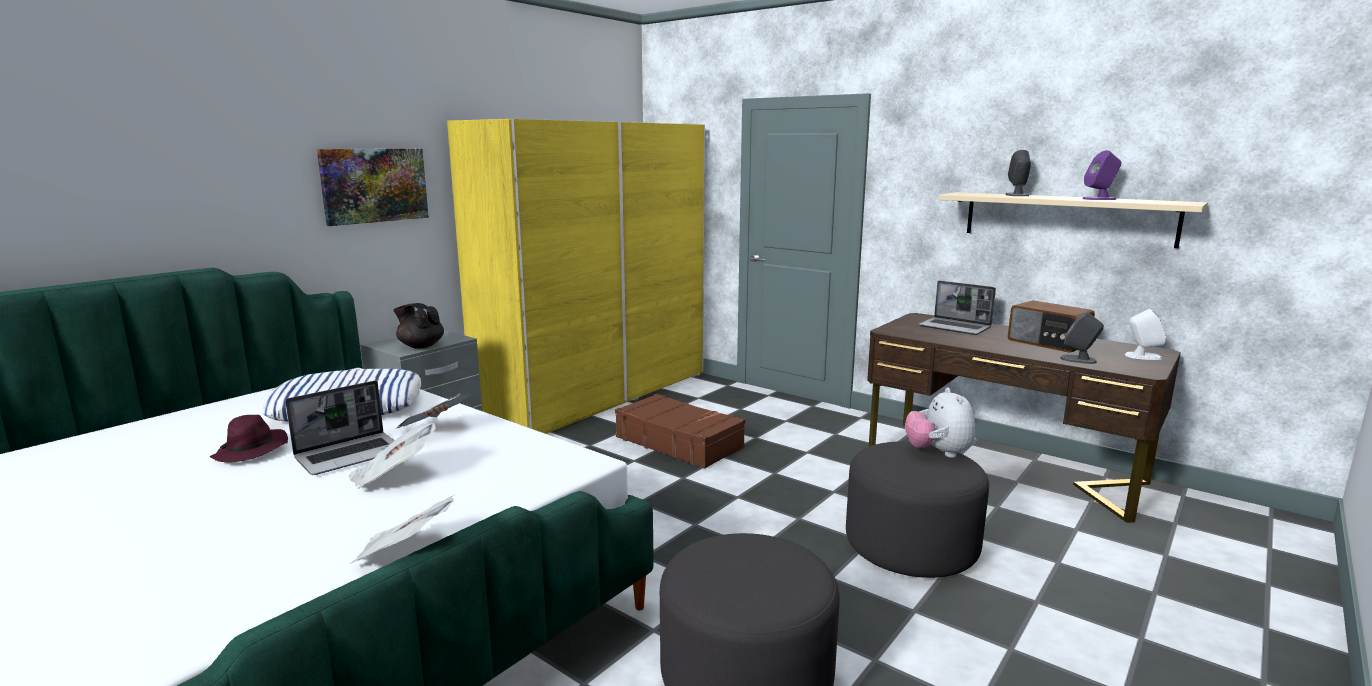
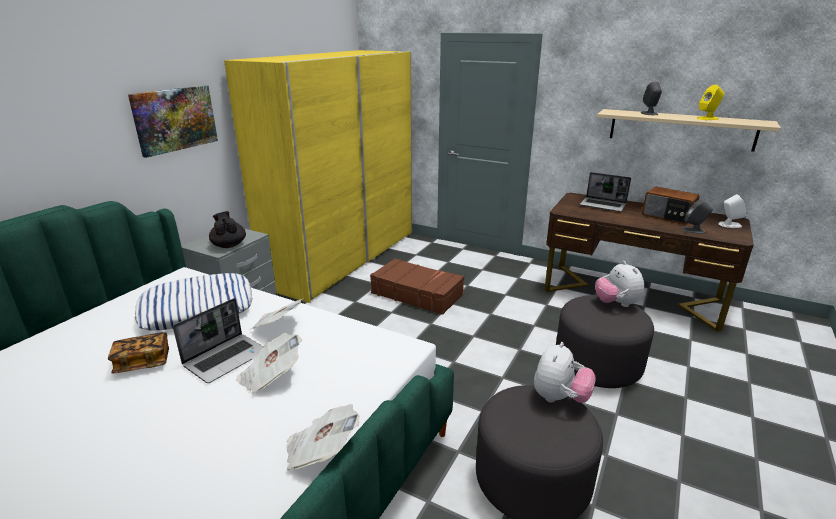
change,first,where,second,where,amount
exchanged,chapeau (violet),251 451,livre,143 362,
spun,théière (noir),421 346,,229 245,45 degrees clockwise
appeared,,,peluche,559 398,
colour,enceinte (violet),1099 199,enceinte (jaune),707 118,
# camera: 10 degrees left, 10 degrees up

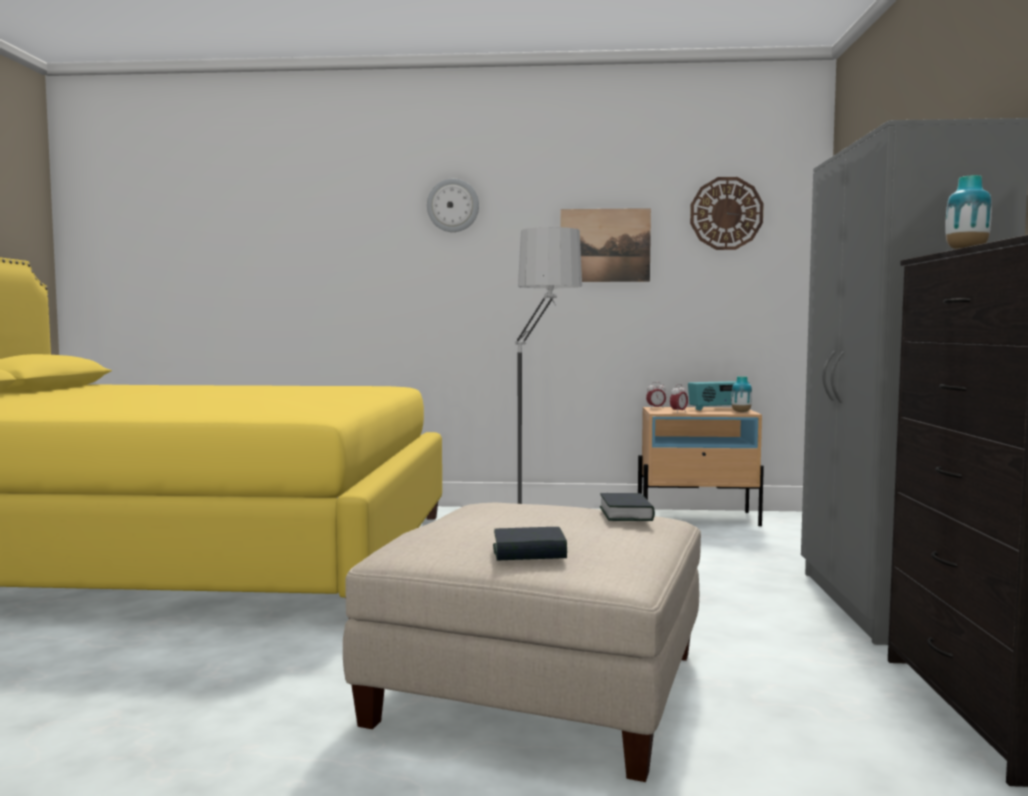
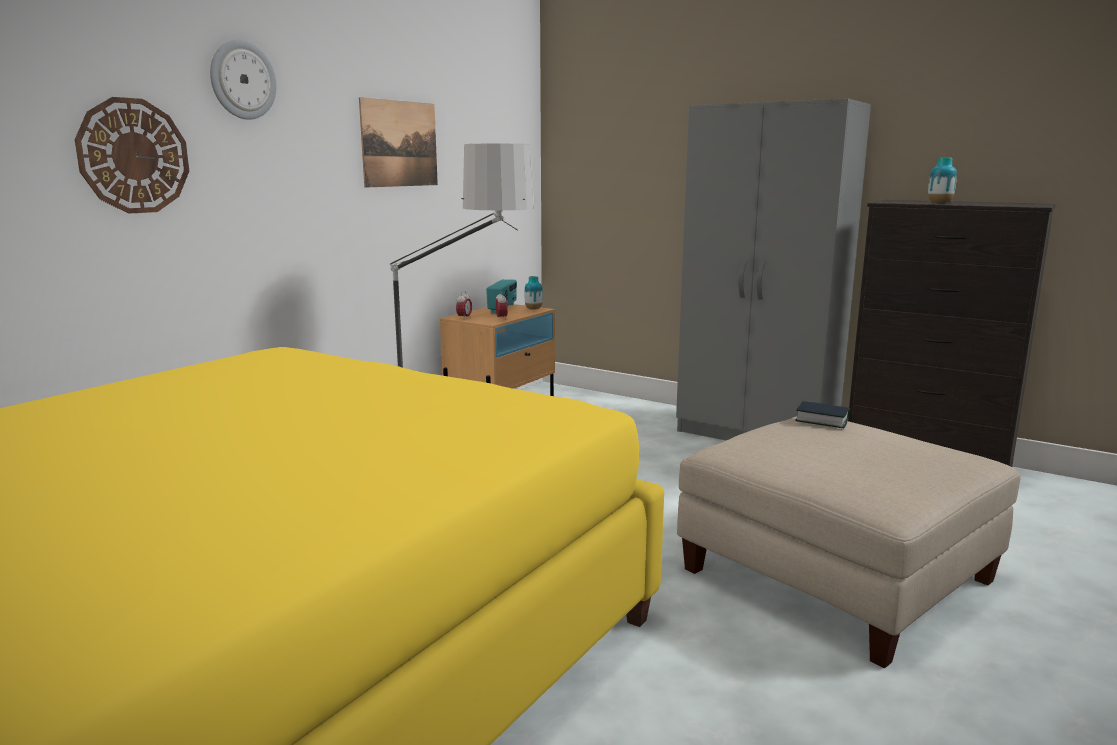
change,first,where,second,where,amount
relocated,horloge murale,726 213,,134 156,
missing,livre,529 552,,,
# camera: 60 degrees left, 10 degrees up

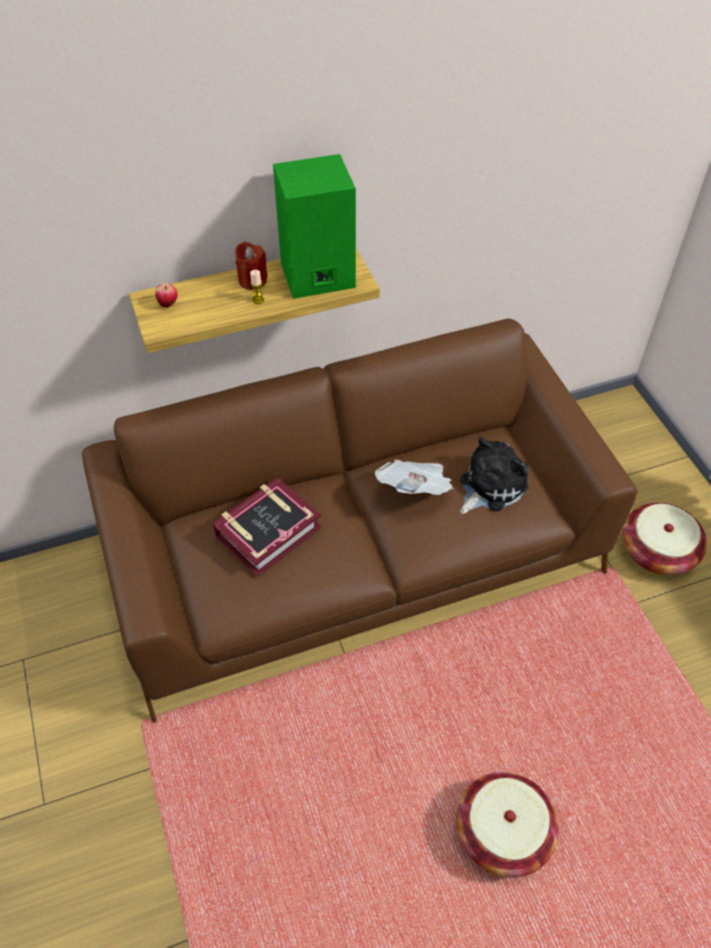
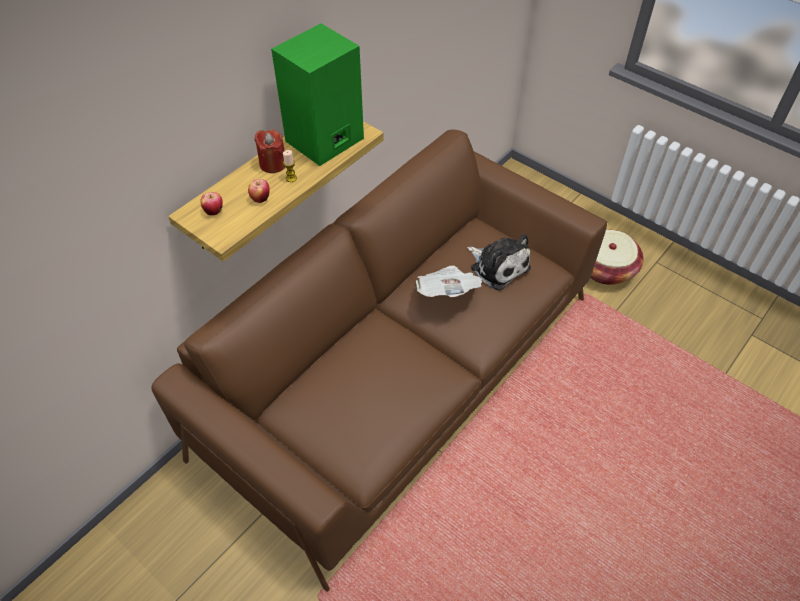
change,first,where,second,where,amount
appeared,,,pomme,260 199,
spun,peluche,489 486,,498 266,120 degrees clockwise
missing,livre,267 531,,,
missing,panier,502 833,,,
# camera: 30 degrees left, 0 degrees up

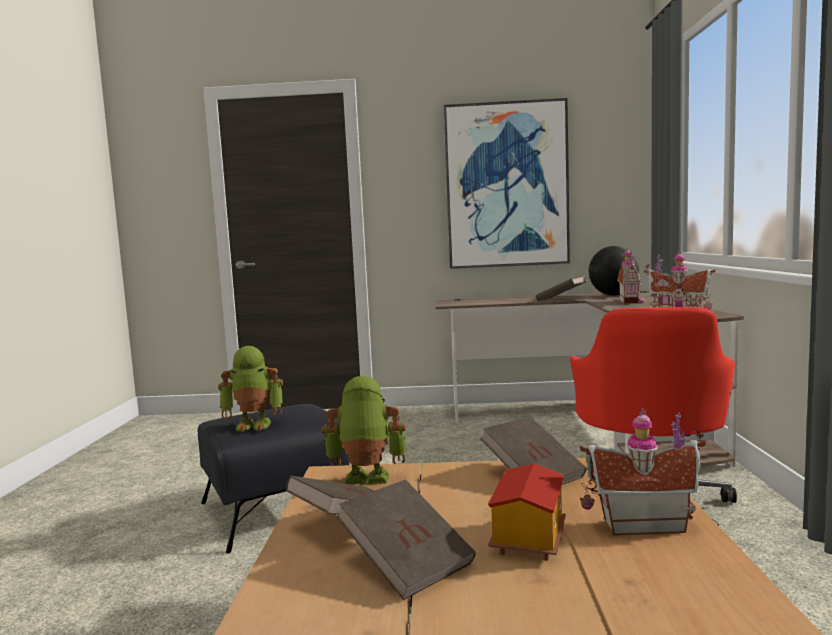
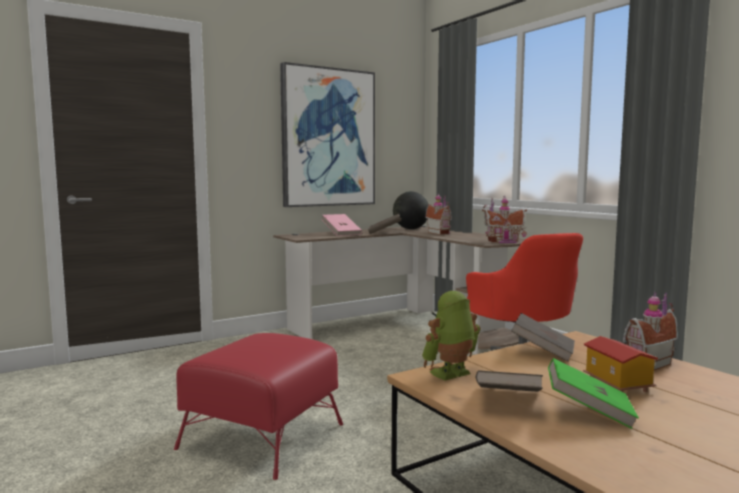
change,first,where,second,where,amount
colour,pouf (noir),277 509,pouf (rouge),263 435,
appeared,,,livre (rose),341 234,
colour,livre (marron),407 562,livre (vert),588 411,
missing,robot jouet,254 424,,,
# camera: 35 degrees left, 0 degrees up

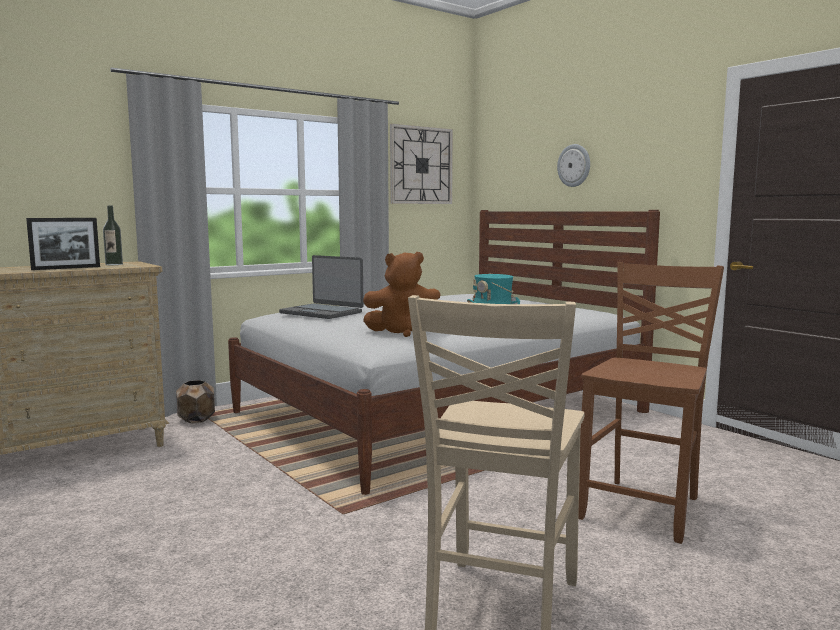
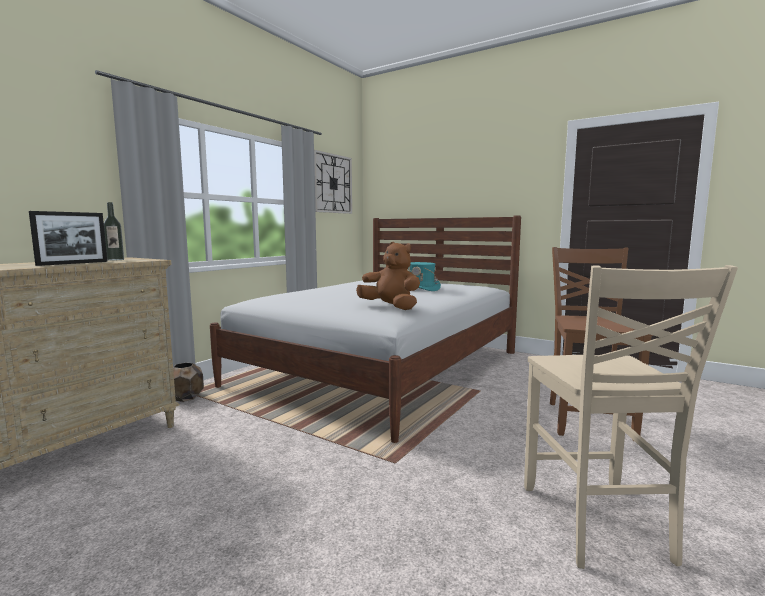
change,first,where,second,where,amount
spun,peluche (marron),404 332,,391 307,120 degrees counterclockwise
missing,ordinateur portable,322 312,,,
missing,horloge murale,574 165,,,
# camera: 20 degrees left, 0 degrees up

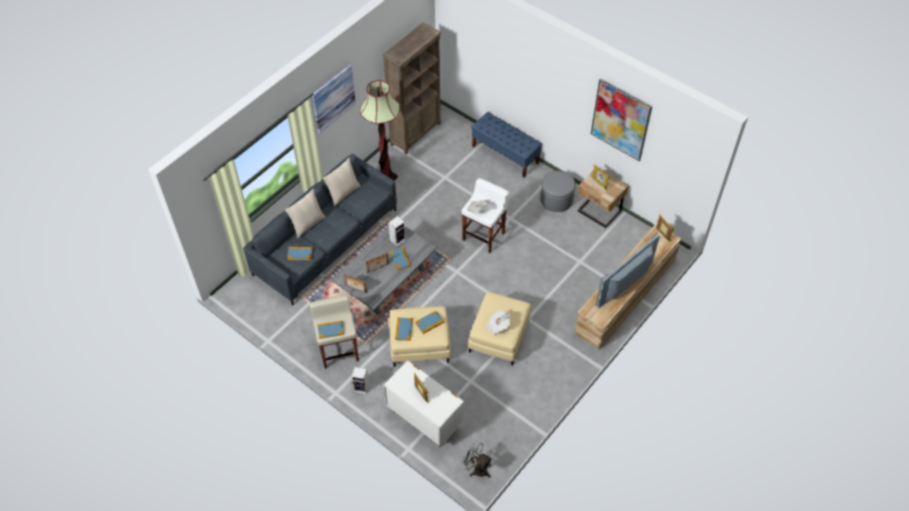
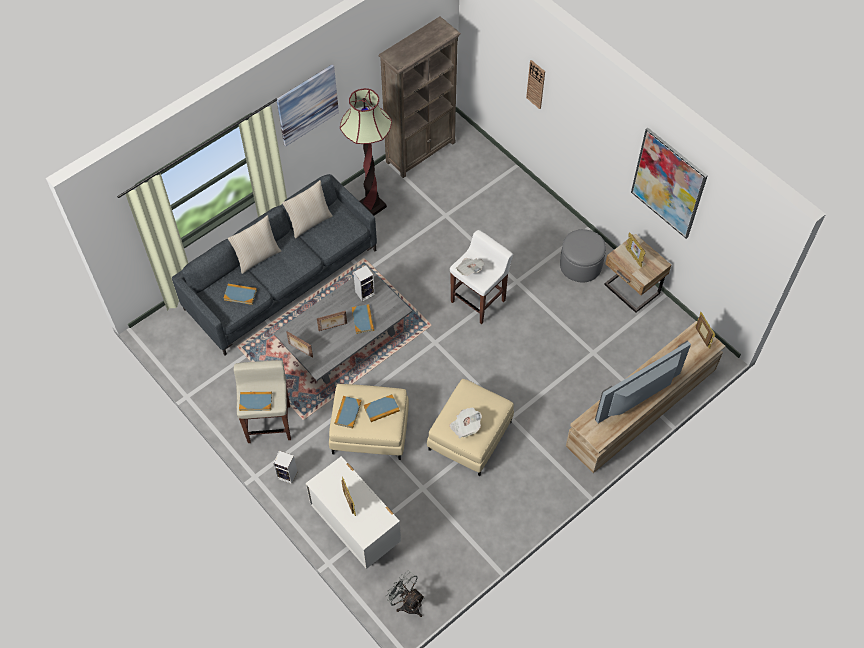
change,first,where,second,where,amount
appeared,,,horloge murale,536 84,
missing,banc (bleu),505 155,,,
# camera: 10 degrees right, 5 degrees up

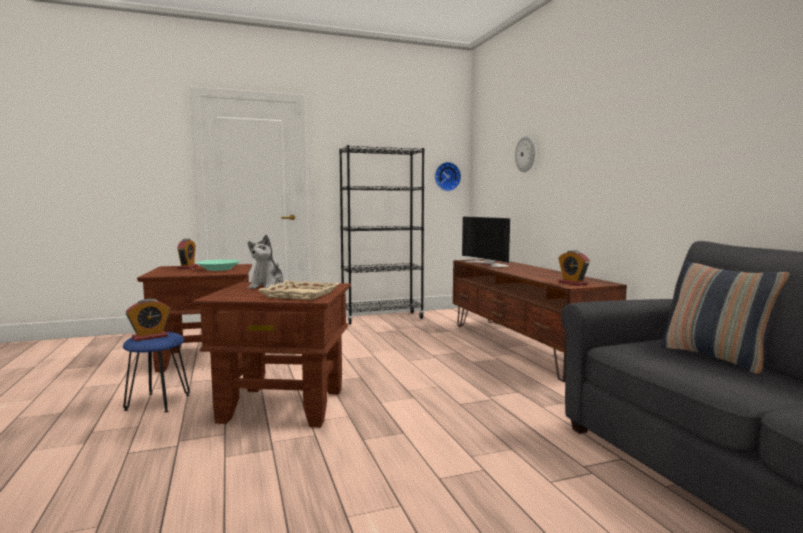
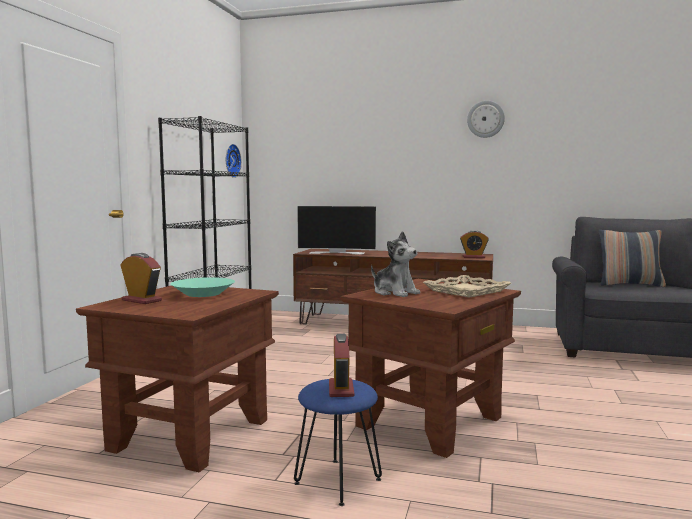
change,first,where,second,where,amount
relocated,horloge murale,526 154,,485 119,
# camera: 55 degrees left, 0 degrees up

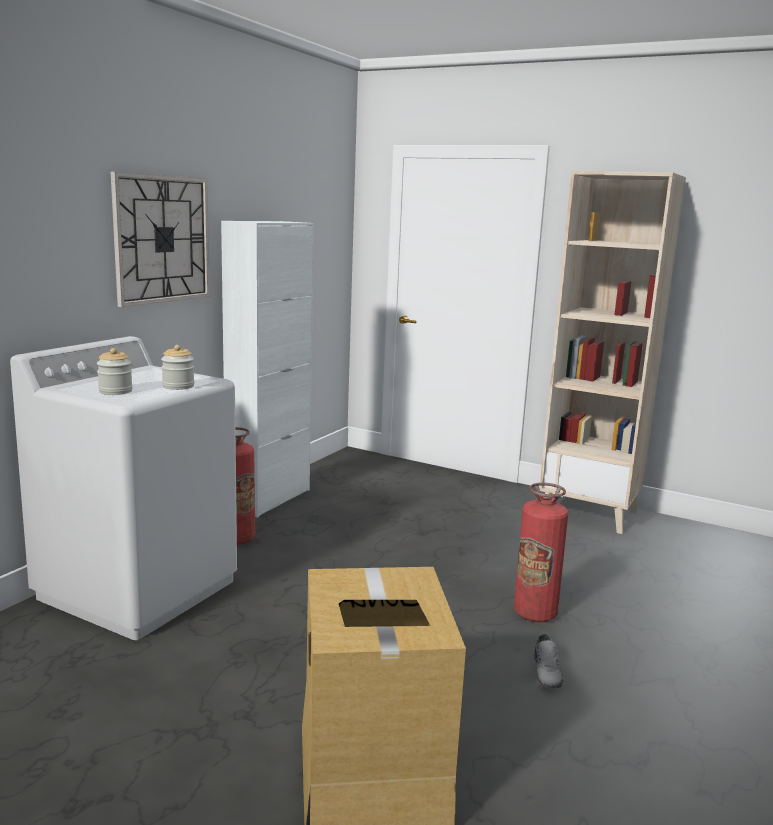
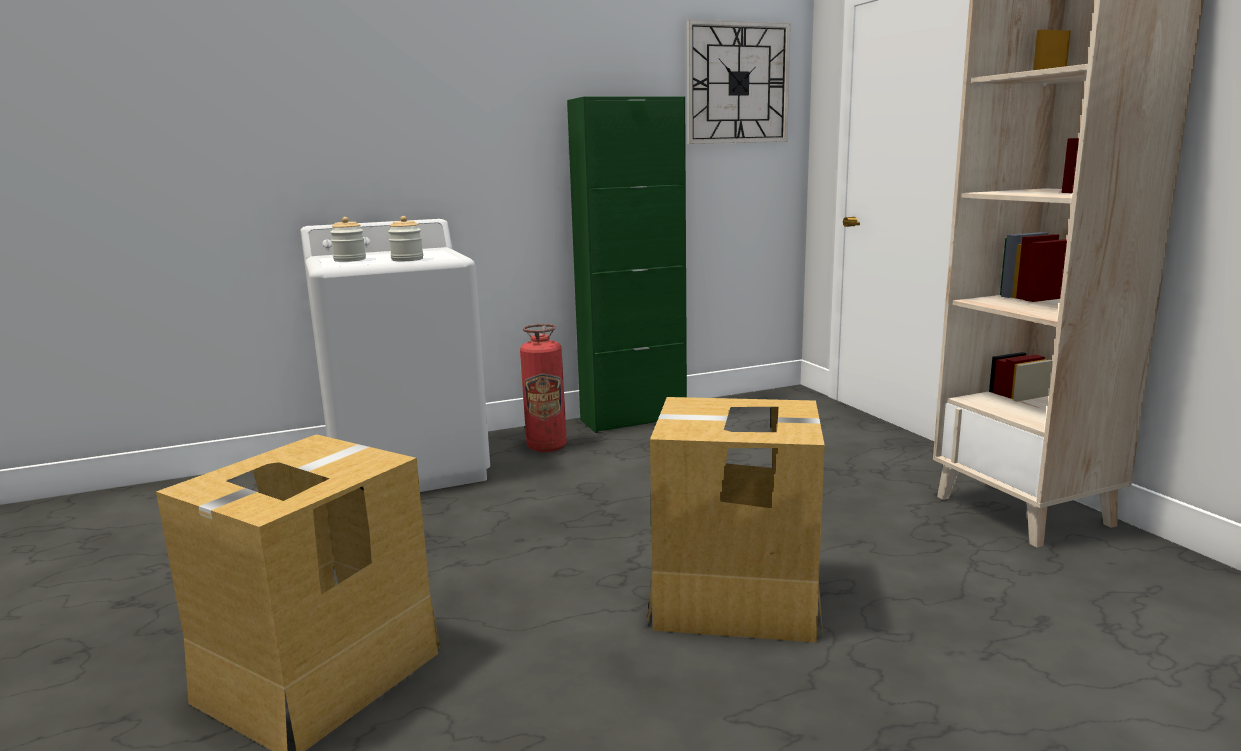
change,first,where,second,where,amount
colour,meuble de rangement (blanc),269 499,meuble de rangement (vert),633 419,
exchanged,extincteur,535 613,carton,736 598,
relocated,horloge murale,162 239,,737 83,
missing,chaussure (gris),548 672,,,
# camera: 40 degrees right, 0 degrees up

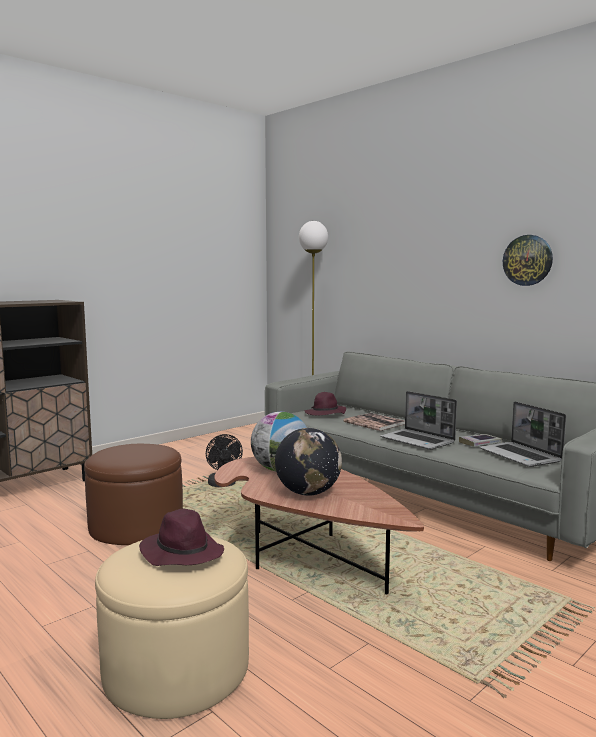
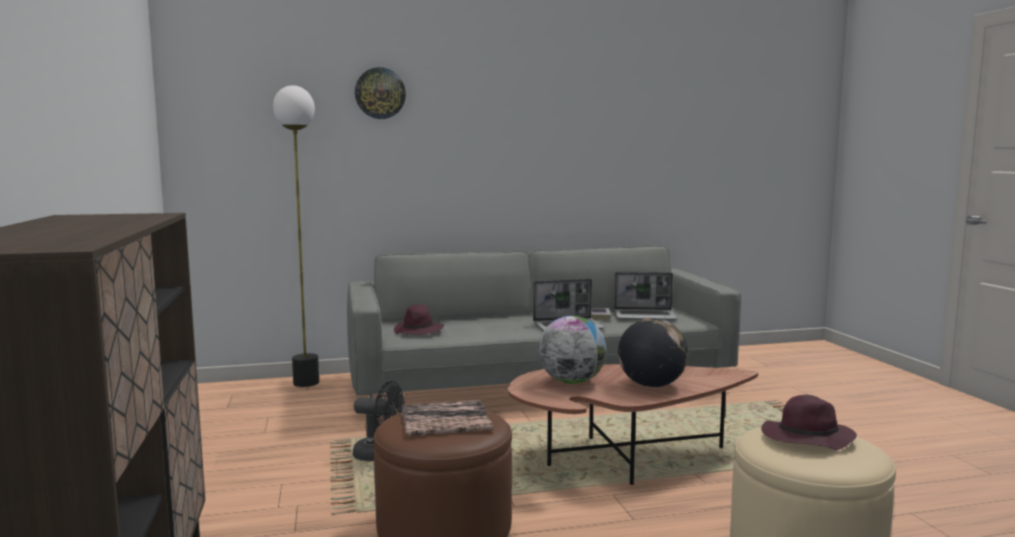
change,first,where,second,where,amount
relocated,horloge murale,527 260,,380 93,
relocated,livre,374 423,,445 420,
# camera: 60 degrees left, 0 degrees up

